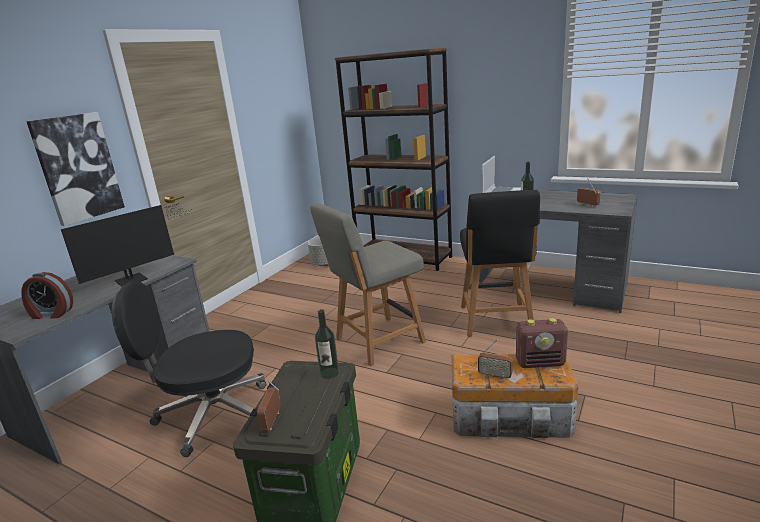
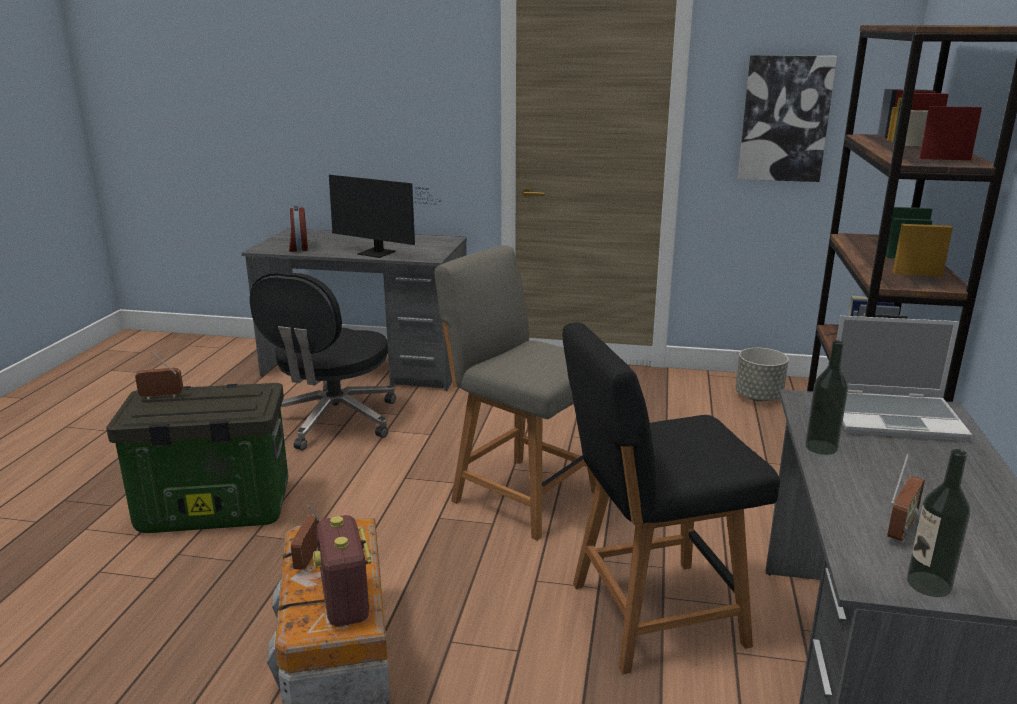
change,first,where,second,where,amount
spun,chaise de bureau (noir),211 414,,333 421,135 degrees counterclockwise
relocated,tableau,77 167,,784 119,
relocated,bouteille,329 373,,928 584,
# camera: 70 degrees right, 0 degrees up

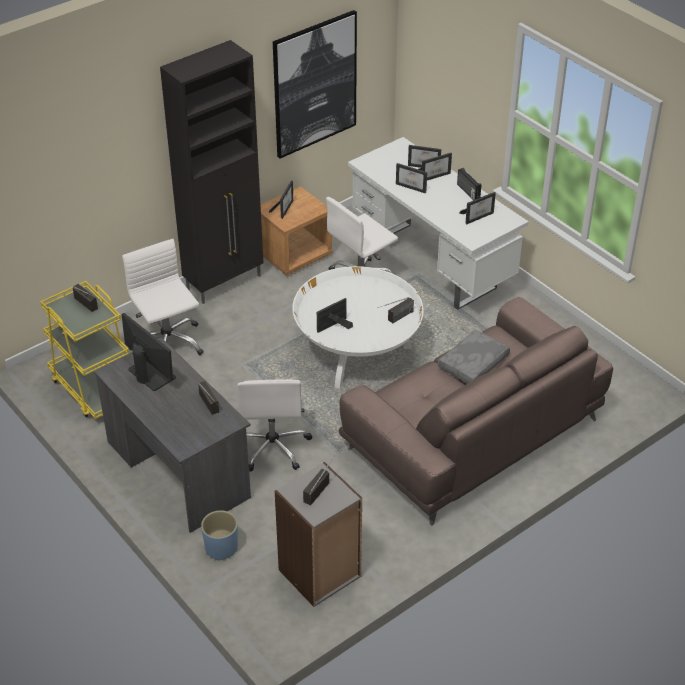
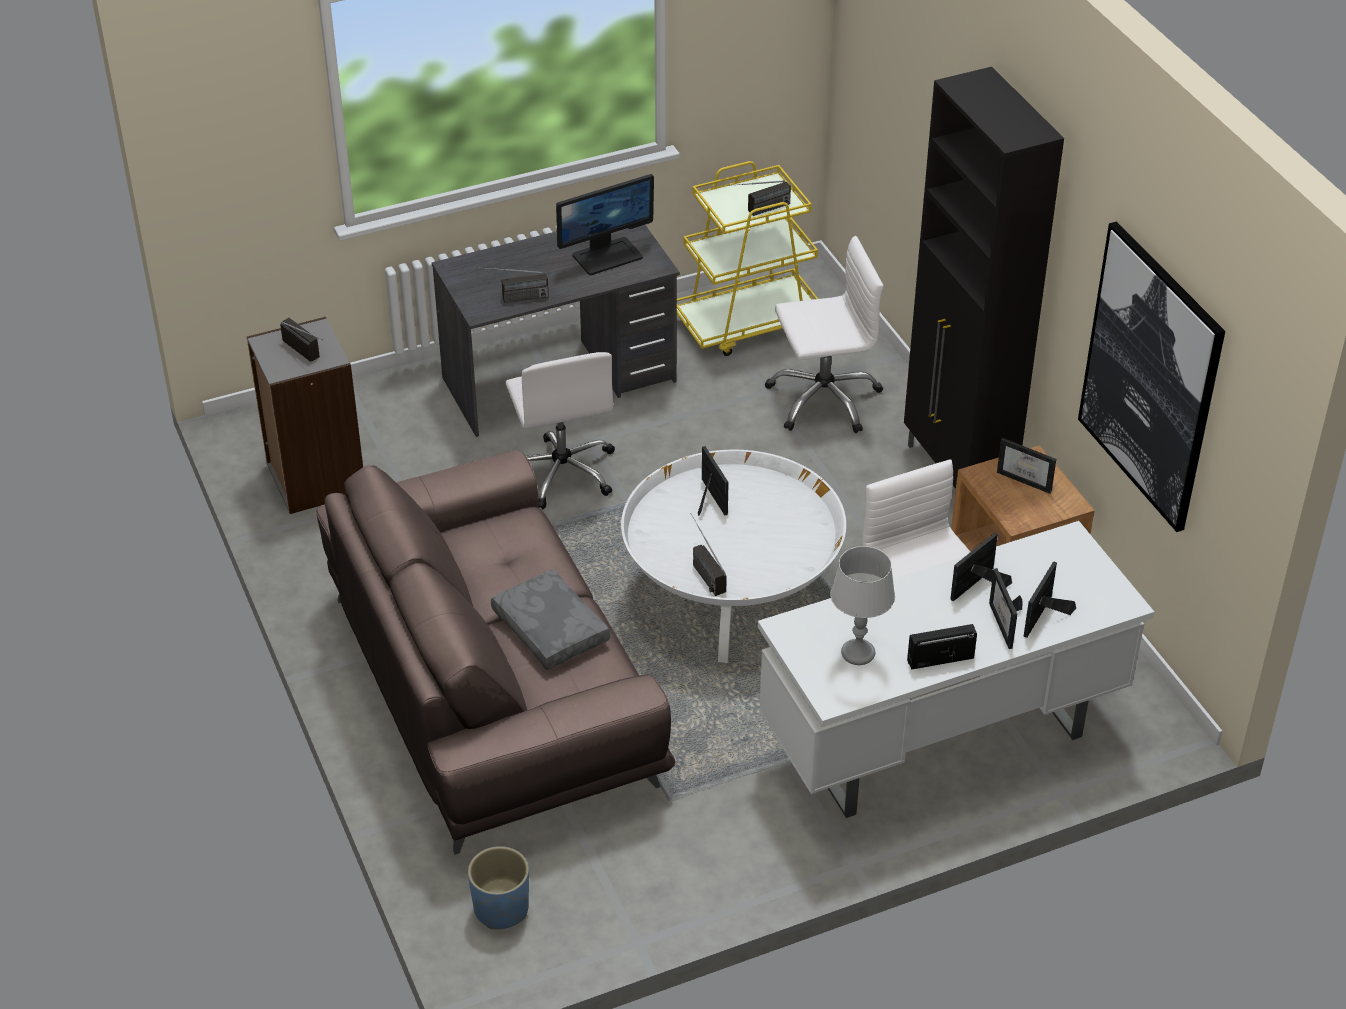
change,first,where,second,where,amount
relocated,cache-pot (bleu),221 548,,500 908,
spun,chaise de bureau (blanc),273 447,,562 472,120 degrees counterclockwise
exchanged,cadre photo,478 216,lampe de table (gris),858 653,
# camera: 105 degrees right, 0 degrees up

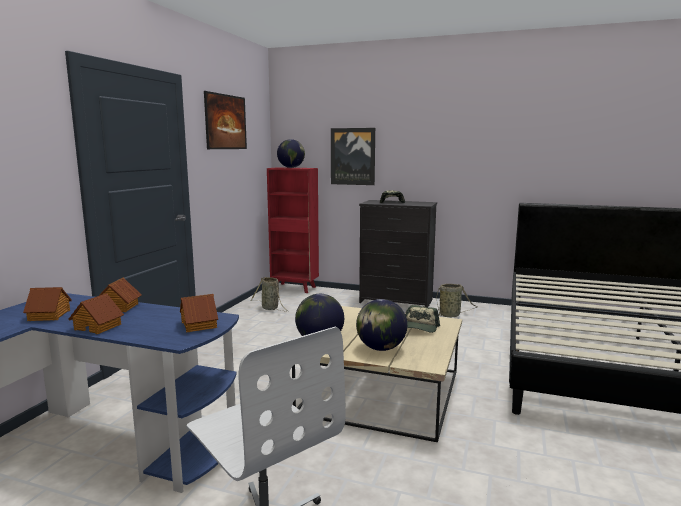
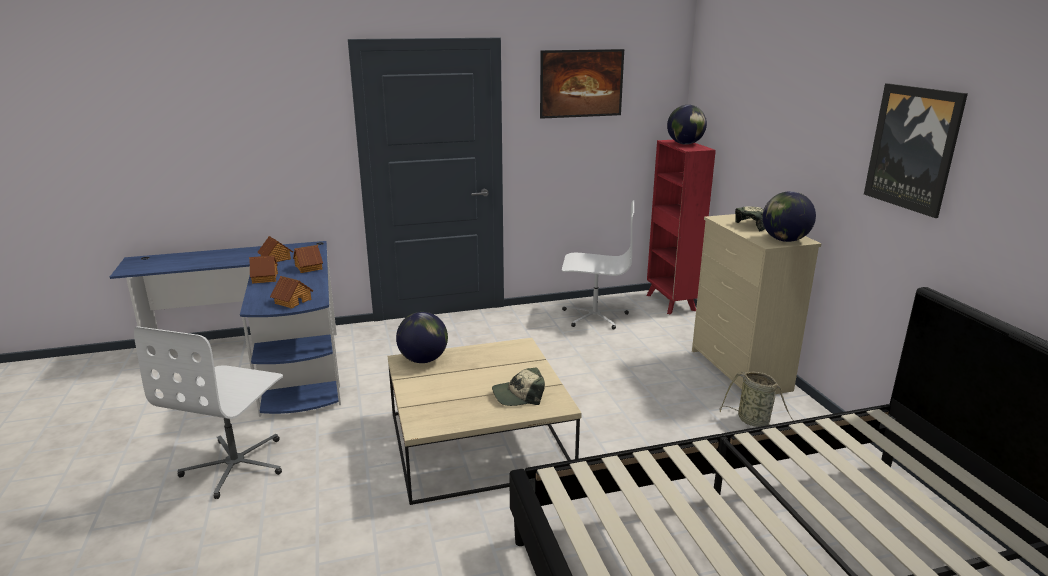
change,first,where,second,where,amount
exchanged,panier,271 308,chaise de bureau (blanc),594 316,
colour,commode (noir),396 301,commode (beige),739 370,
relocated,globe,381 348,,785 240,
relocated,tableau,353 156,,913 148,
# camera: 55 degrees right, 10 degrees up

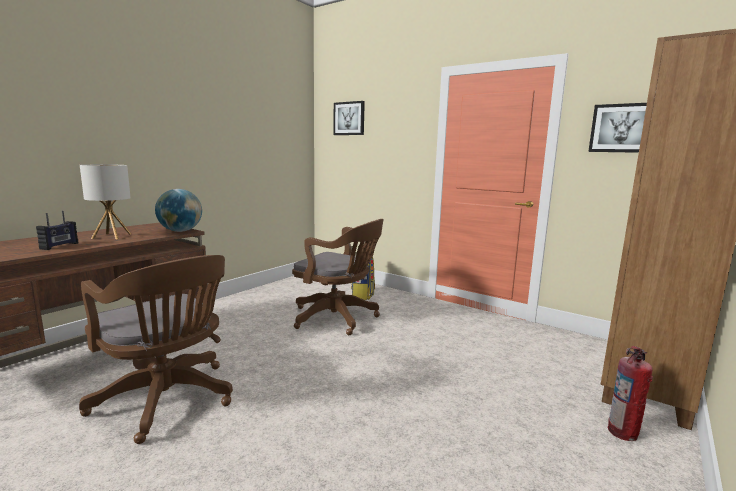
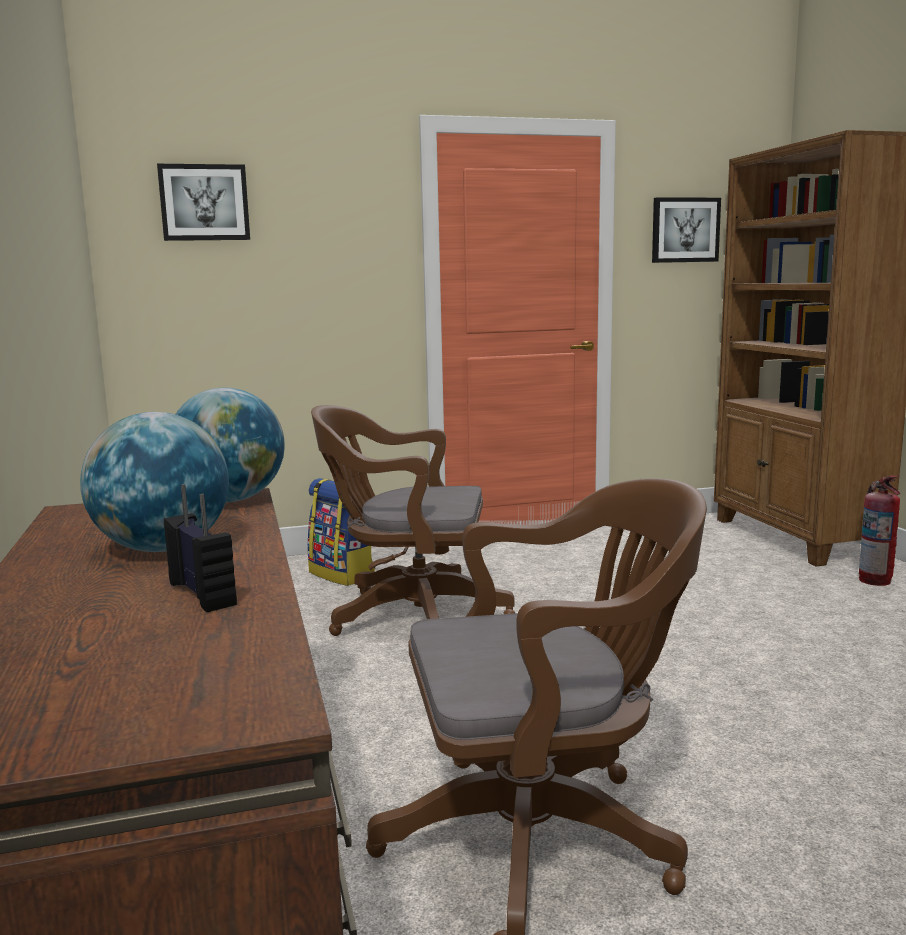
change,first,where,second,where,amount
exchanged,lampe de table,112 236,globe,163 548,
spun,chaise de bureau (marron),338 318,,410 617,150 degrees counterclockwise
# camera: 50 degrees left, 0 degrees up

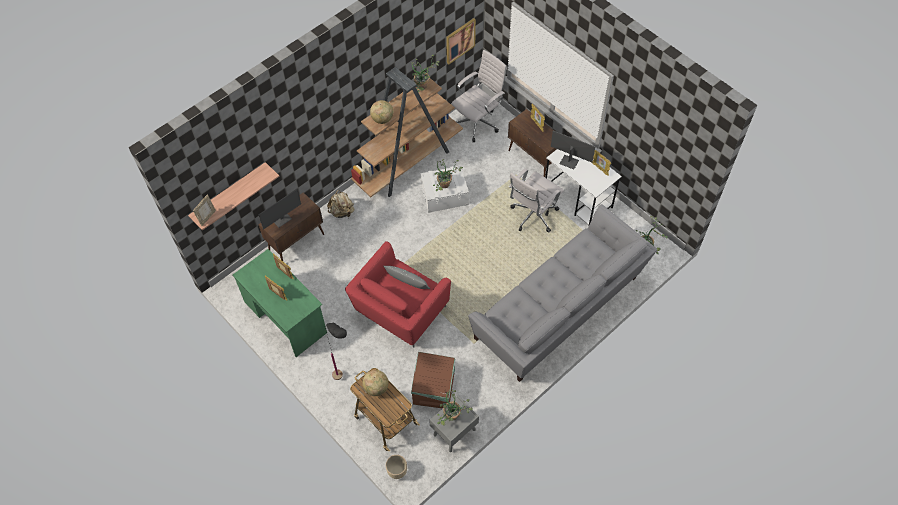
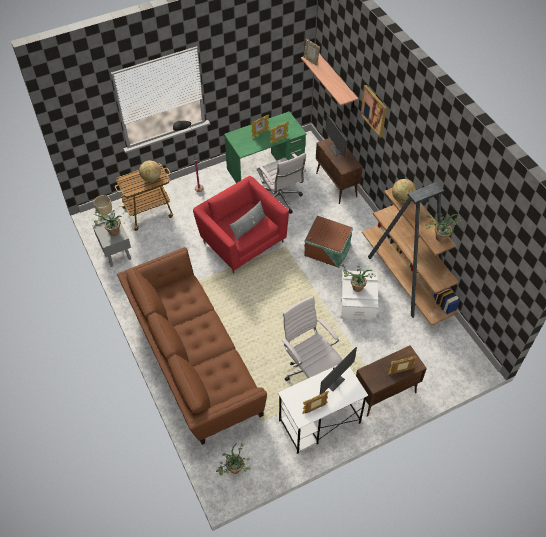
change,first,where,second,where,amount
colour,canapé (gris),559 311,canapé (marron),192 361,
relocated,chaise de bureau (blanc),478 122,,280 200,
relocated,boîte de rangement (marron),435 387,,327 251,
relocated,tableau,460 40,,374 111,
missing,sac à dos (beige),342 212,,,
# camera: 105 degrees right, 5 degrees down

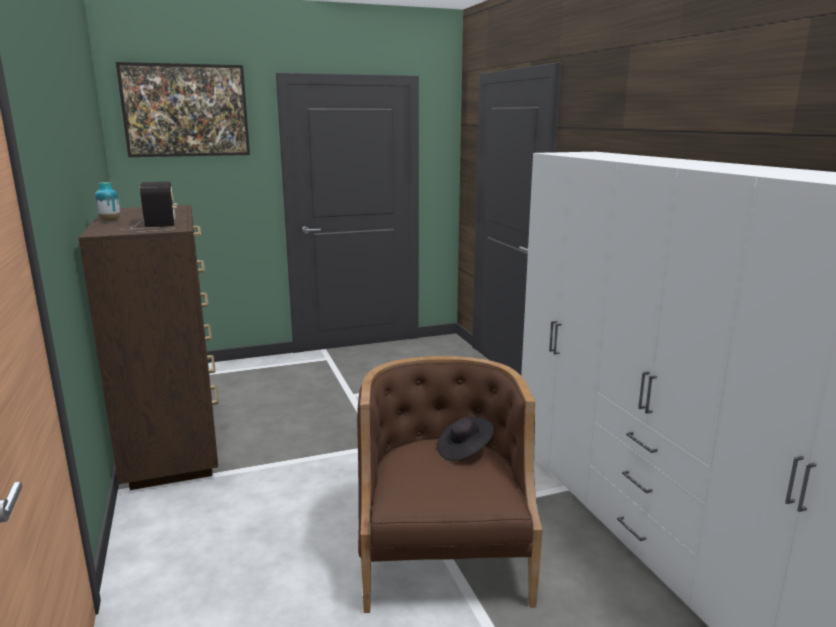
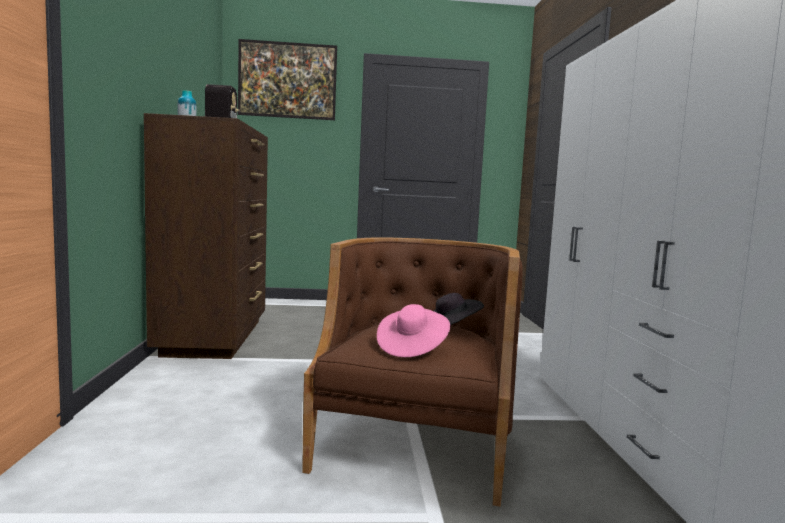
change,first,where,second,where,amount
appeared,,,chapeau (rose),411 348,
# camera: 15 degrees right, 10 degrees down

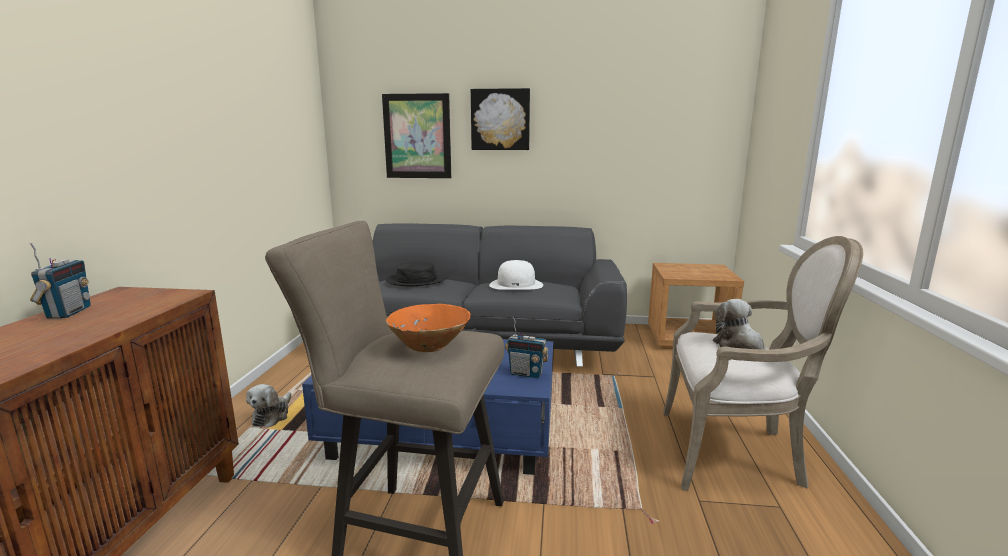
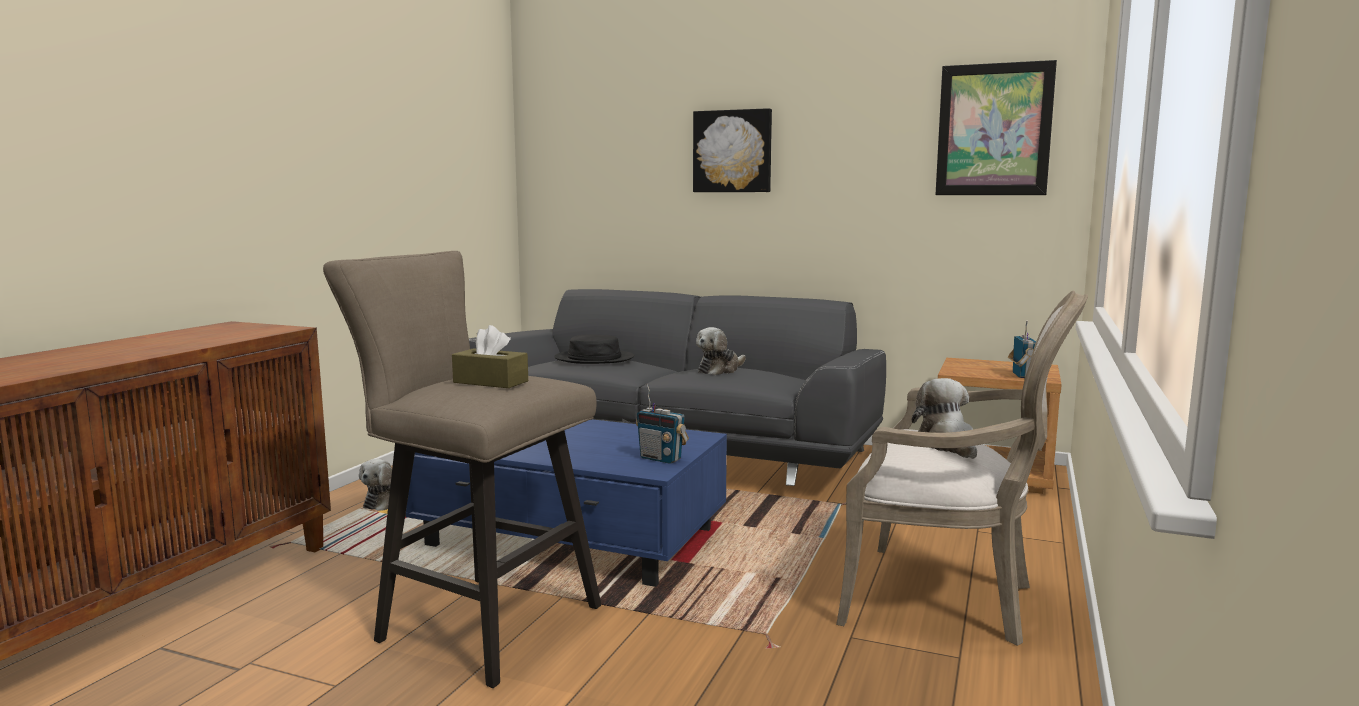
change,first,where,second,where,amount
exchanged,bol (orange),429 346,boîte à mouchoirs (marron),490 382,
exchanged,chapeau (blanc),516 285,peluche,720 370,
relocated,tableau,417 136,,994 130,
relocated,radio,68 313,,1022 375,
# camera: 15 degrees right, 5 degrees down

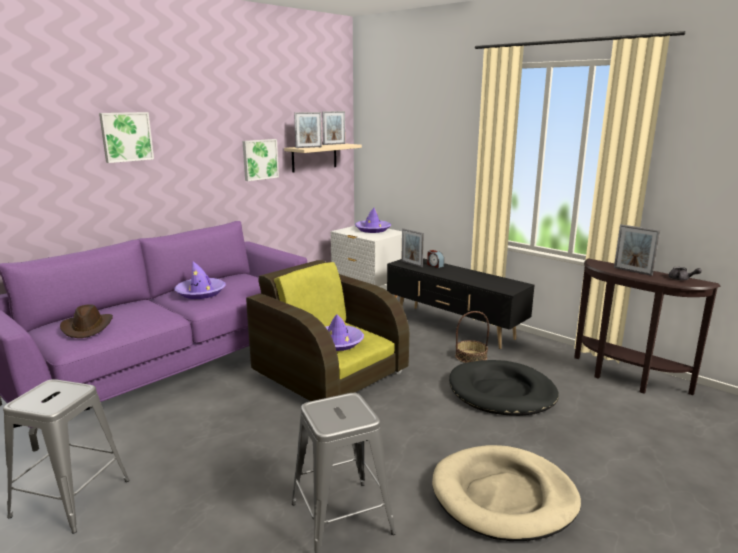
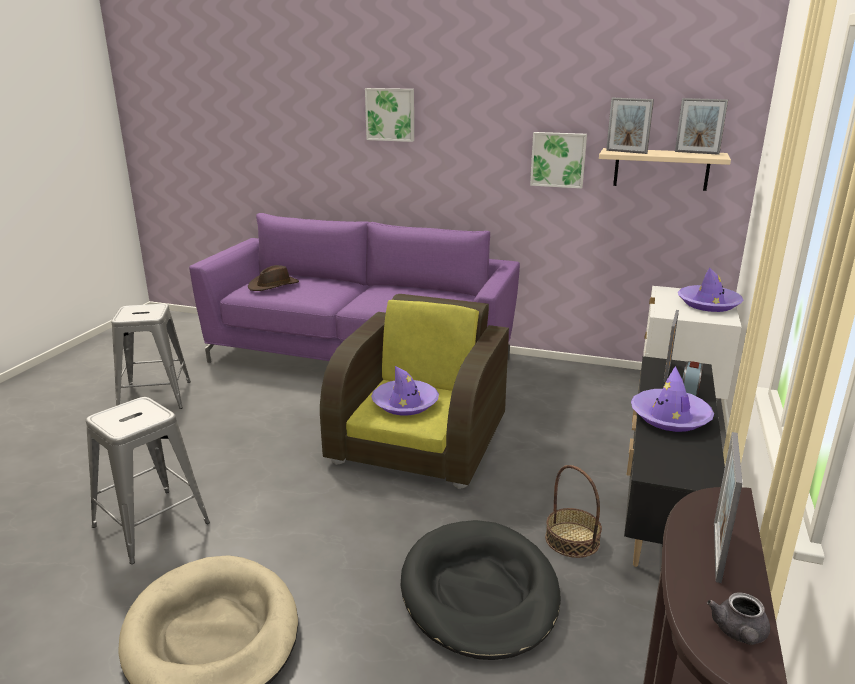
change,first,where,second,where,amount
relocated,chapeau (violet),201 293,,670 417,
# camera: 65 degrees right, 5 degrees up

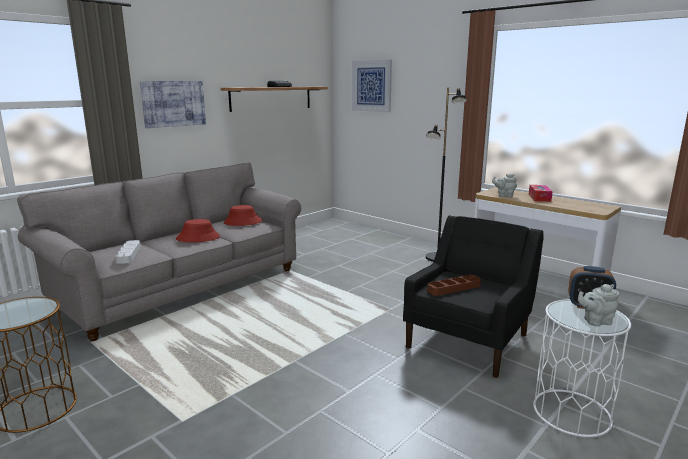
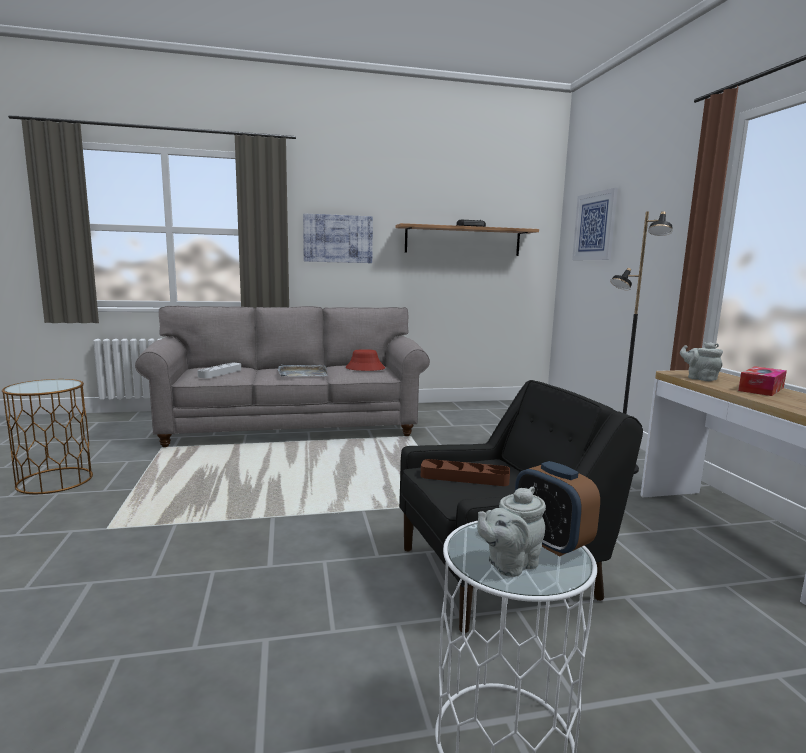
change,first,where,second,where,amount
exchanged,chapeau (rouge),198 238,plateau (gris),302 373,
spun,théière (gris),595 321,,509 564,60 degrees counterclockwise
# camera: 35 degrees right, 5 degrees down

